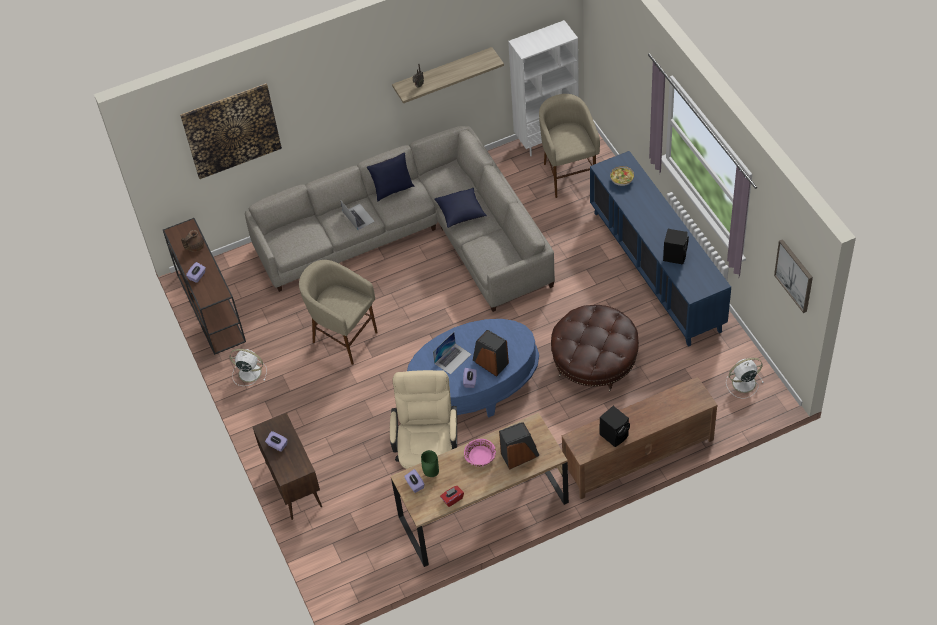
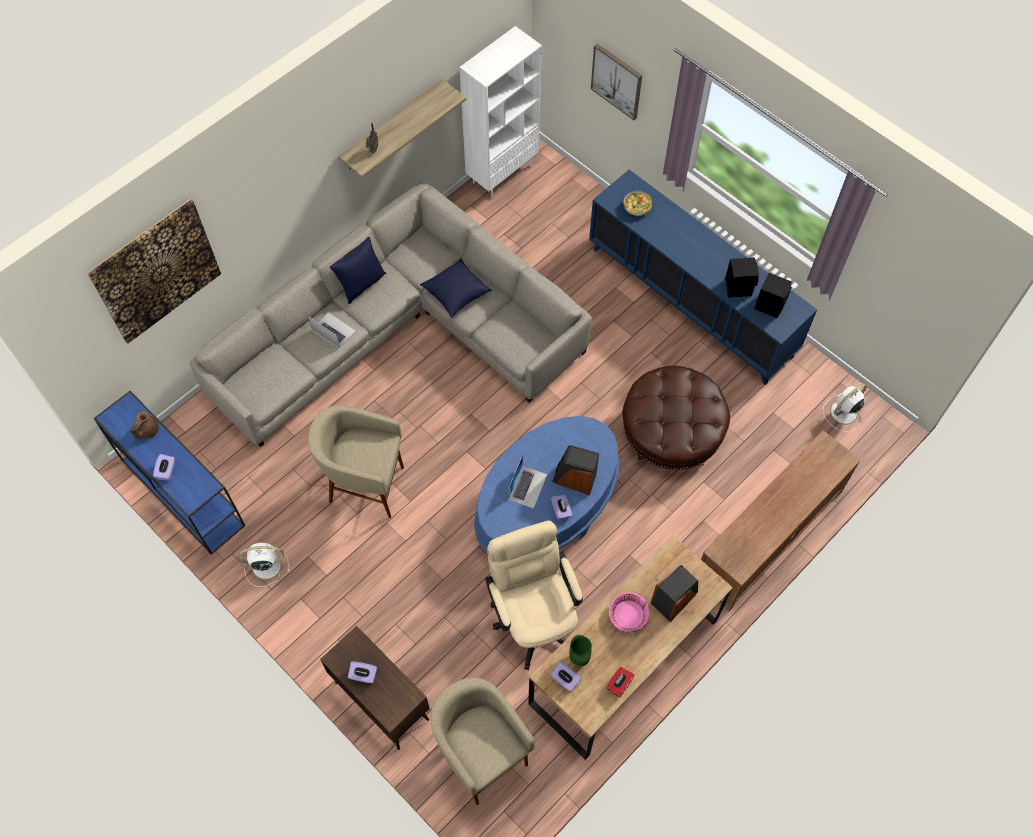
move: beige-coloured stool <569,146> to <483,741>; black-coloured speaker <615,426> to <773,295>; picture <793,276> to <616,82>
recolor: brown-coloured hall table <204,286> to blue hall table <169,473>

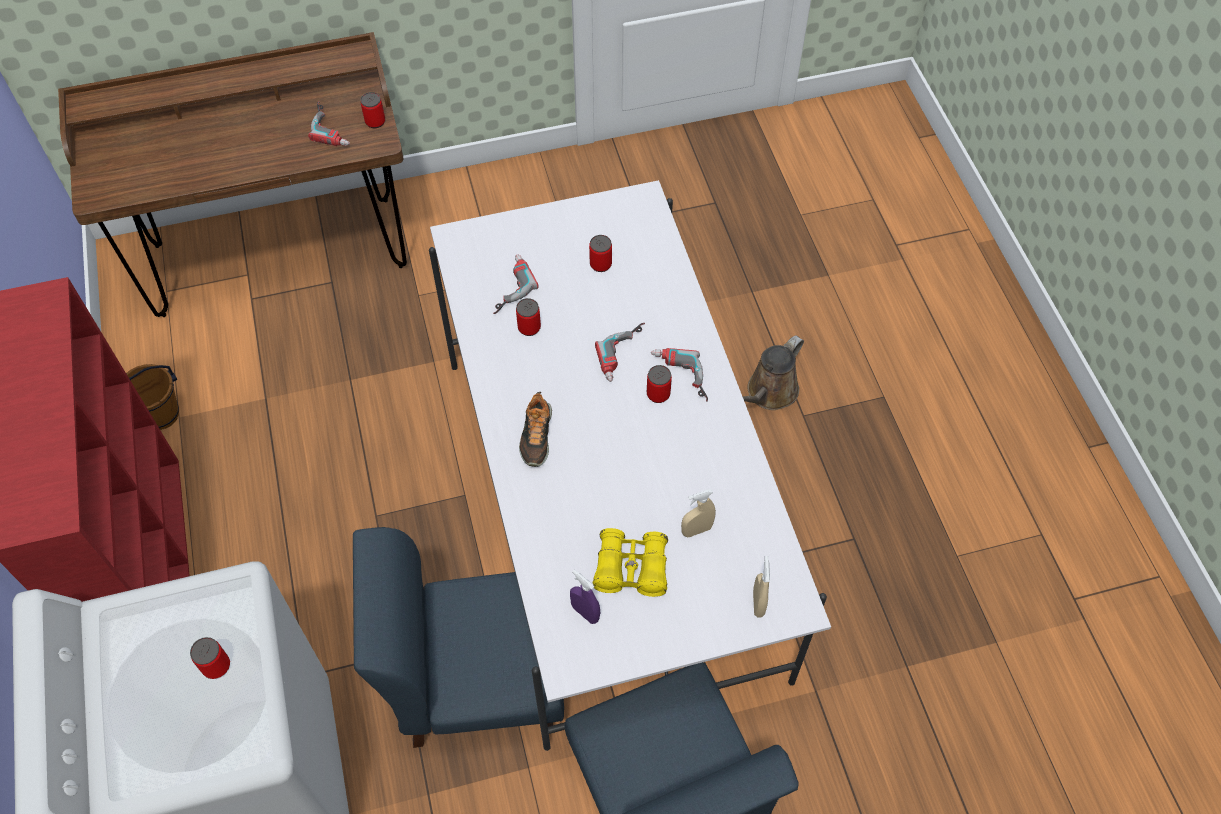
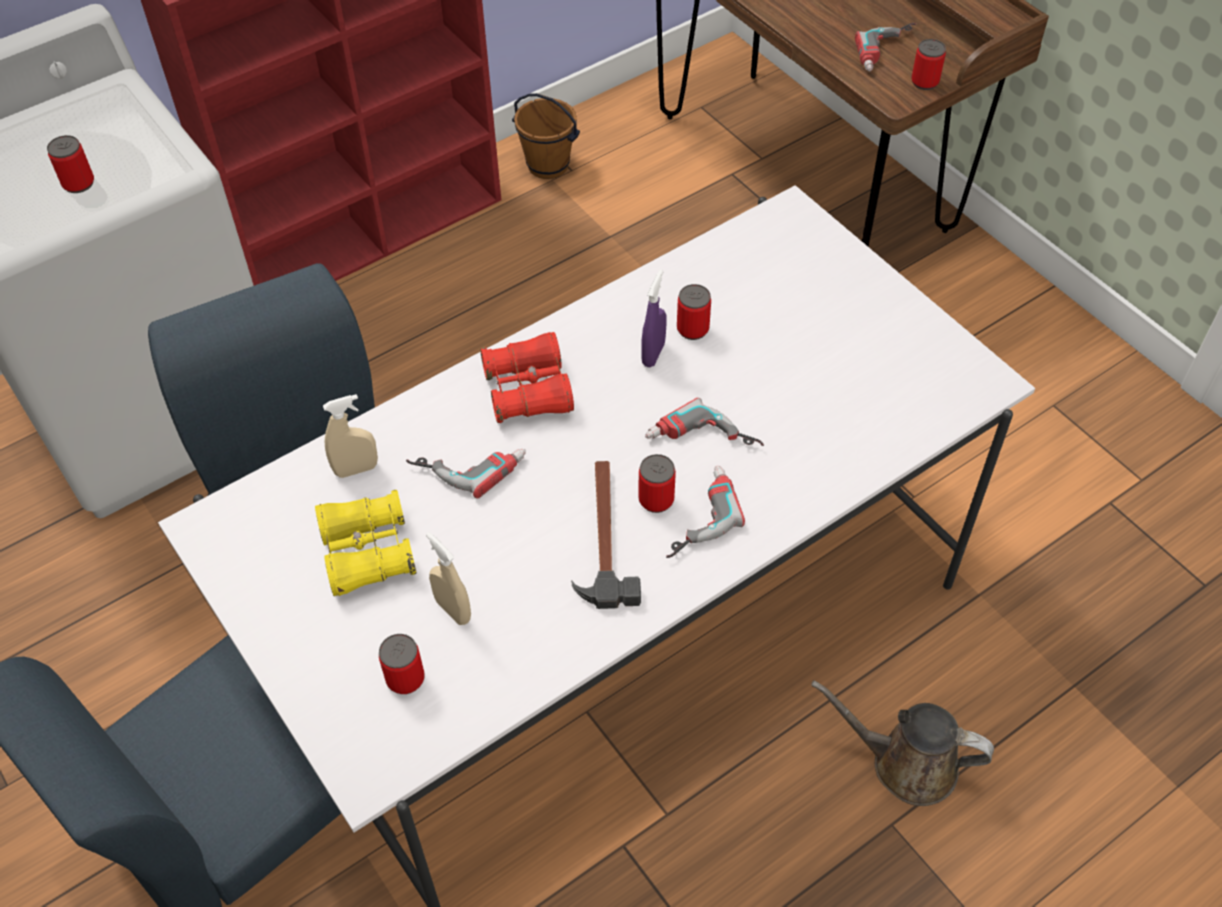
insert: tool hammer <606,535>
move: drill <515,284> to <466,474>; purple sprayer <585,596> to <653,318>; metal can <600,253> to <402,664>; beige-coloured sprayer <761,587> to <350,436>
replace: low shoe <535,429> to red pair of binoculars <527,377>

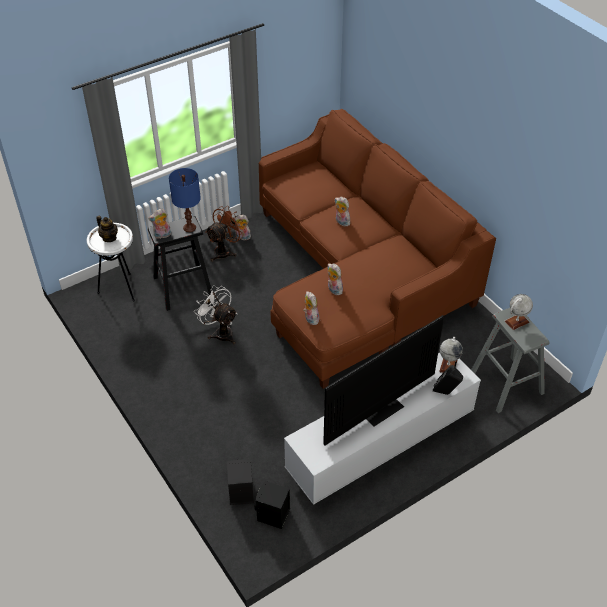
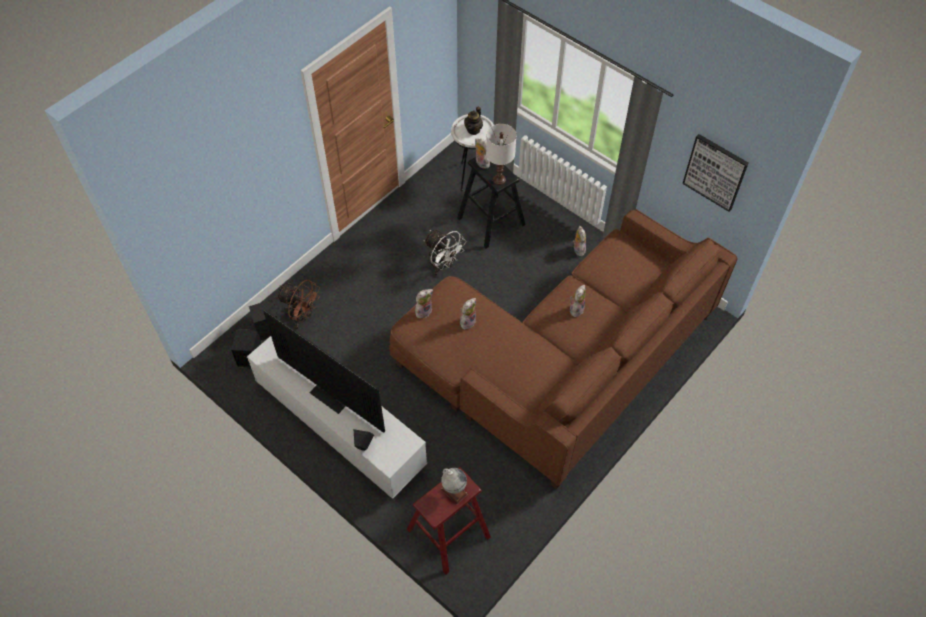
delete: globe <451,355>
insert: picture <715,173>
move: brown-coloured cooling fan <225,234> to <298,304>
recolor: blue lamp for a table <185,200> to white-coloured lamp for a table <501,154>; greyish stool <510,360> to red stool <449,520>
rotate: white-coloured cooling fan <215,314> = <445,253> 105 degrees clockwise

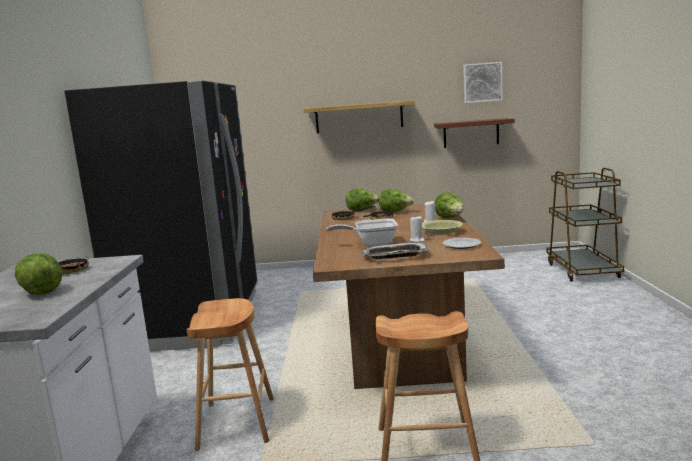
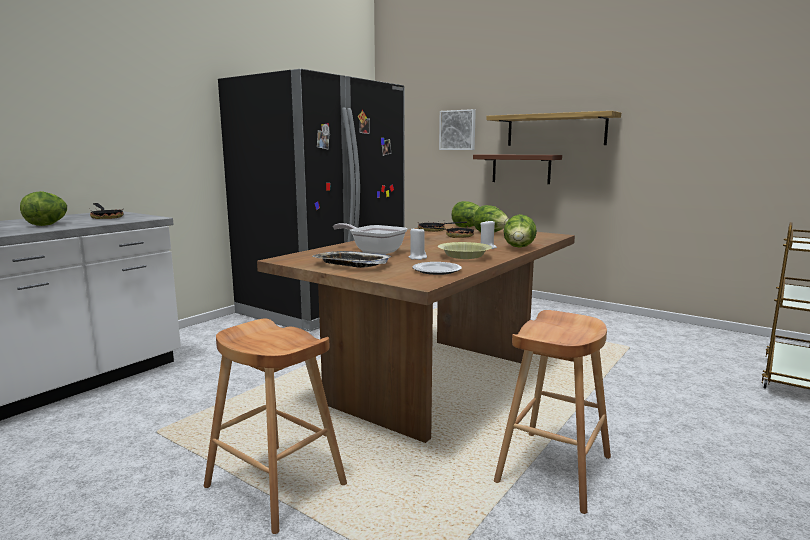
move: brown-coloured stool <230,374> to <552,412>; brown-coloured wall shelf <474,133> to <517,169>; picture <483,82> to <457,129>

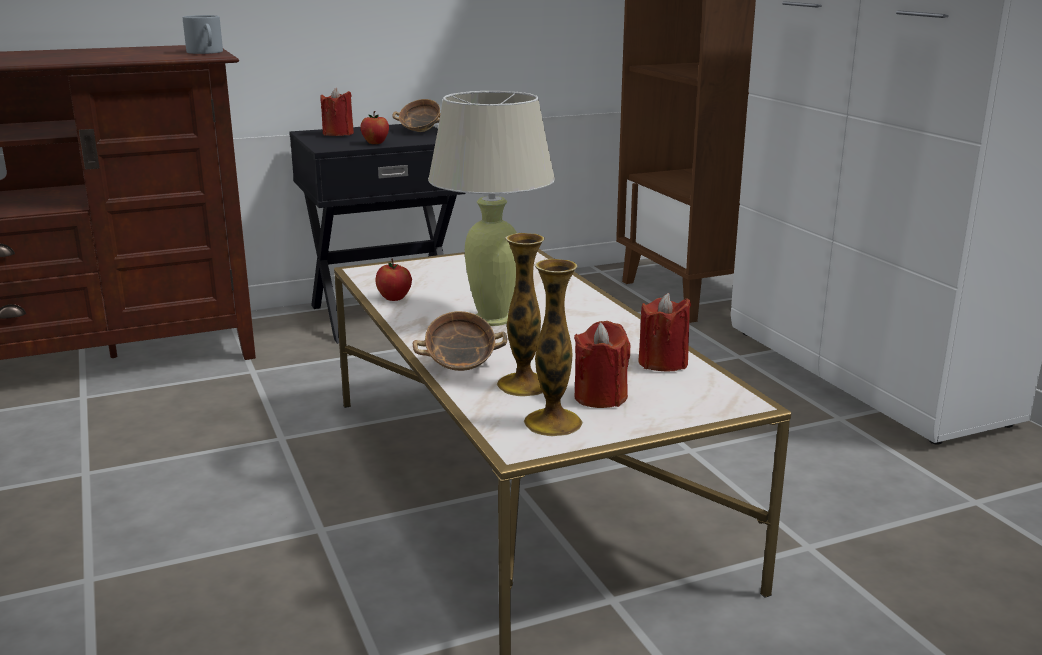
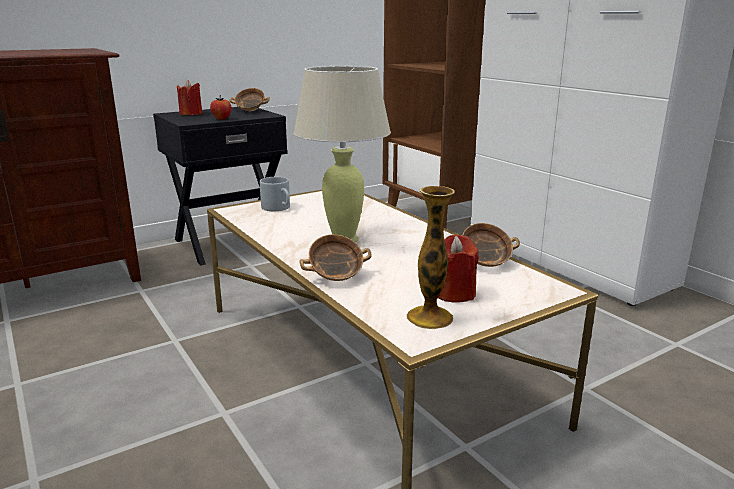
delete: whole apple <394,280>; decorative vase <521,315>
move: greyish tea mug <203,34> to <275,194>
replace: red wax candle <664,332> to serving bowl <491,245>

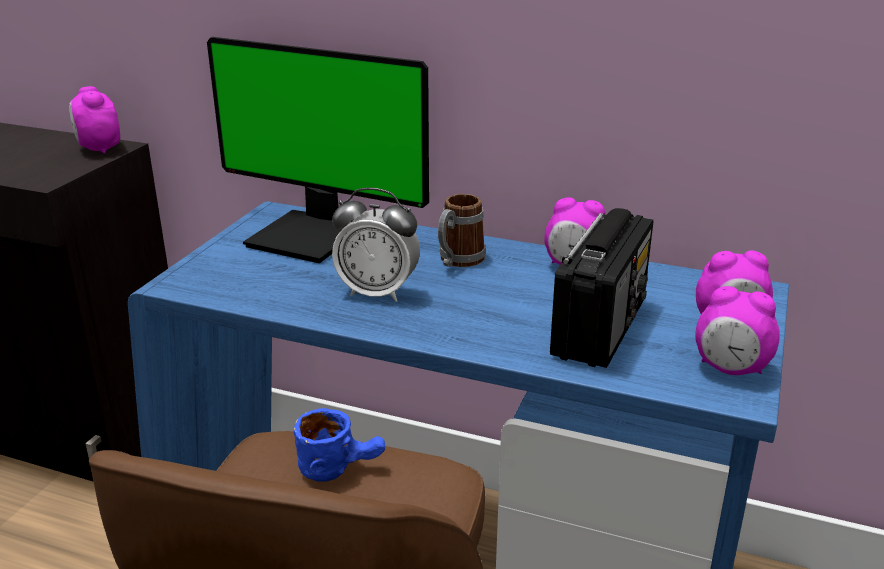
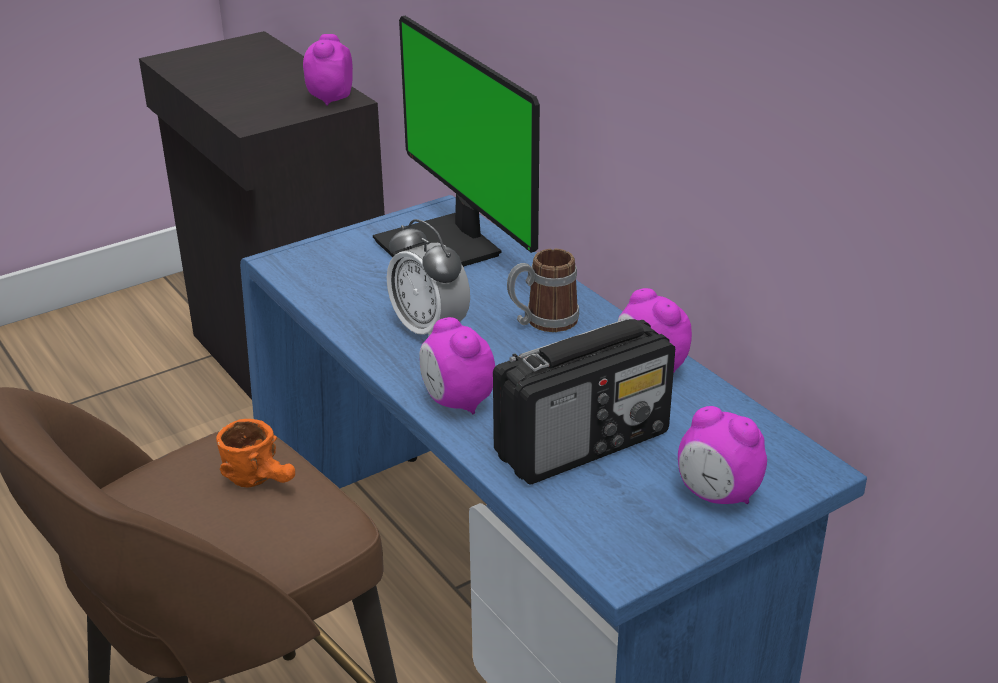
move: alarm clock <737,330> to <457,365>
recolor: blue tea mug <339,445> to orange-coloured tea mug <255,453>

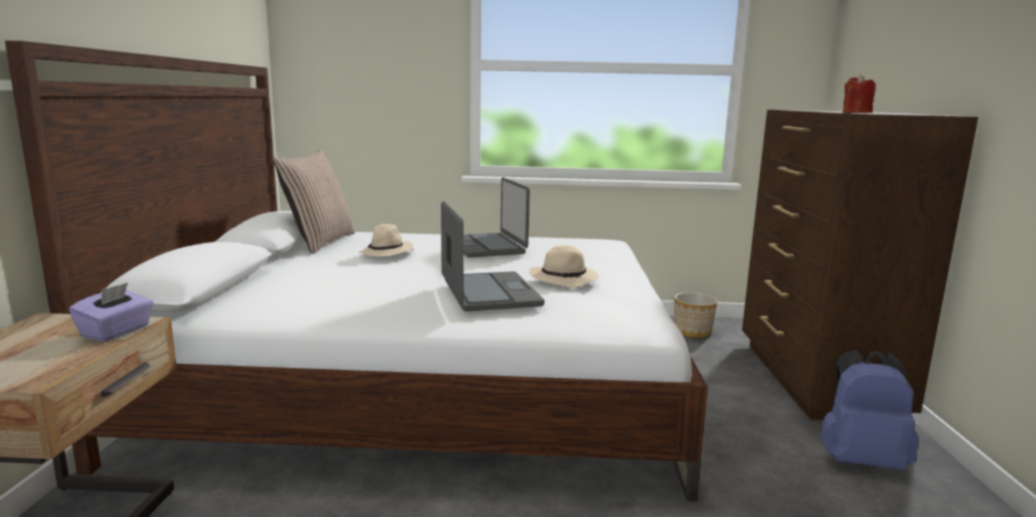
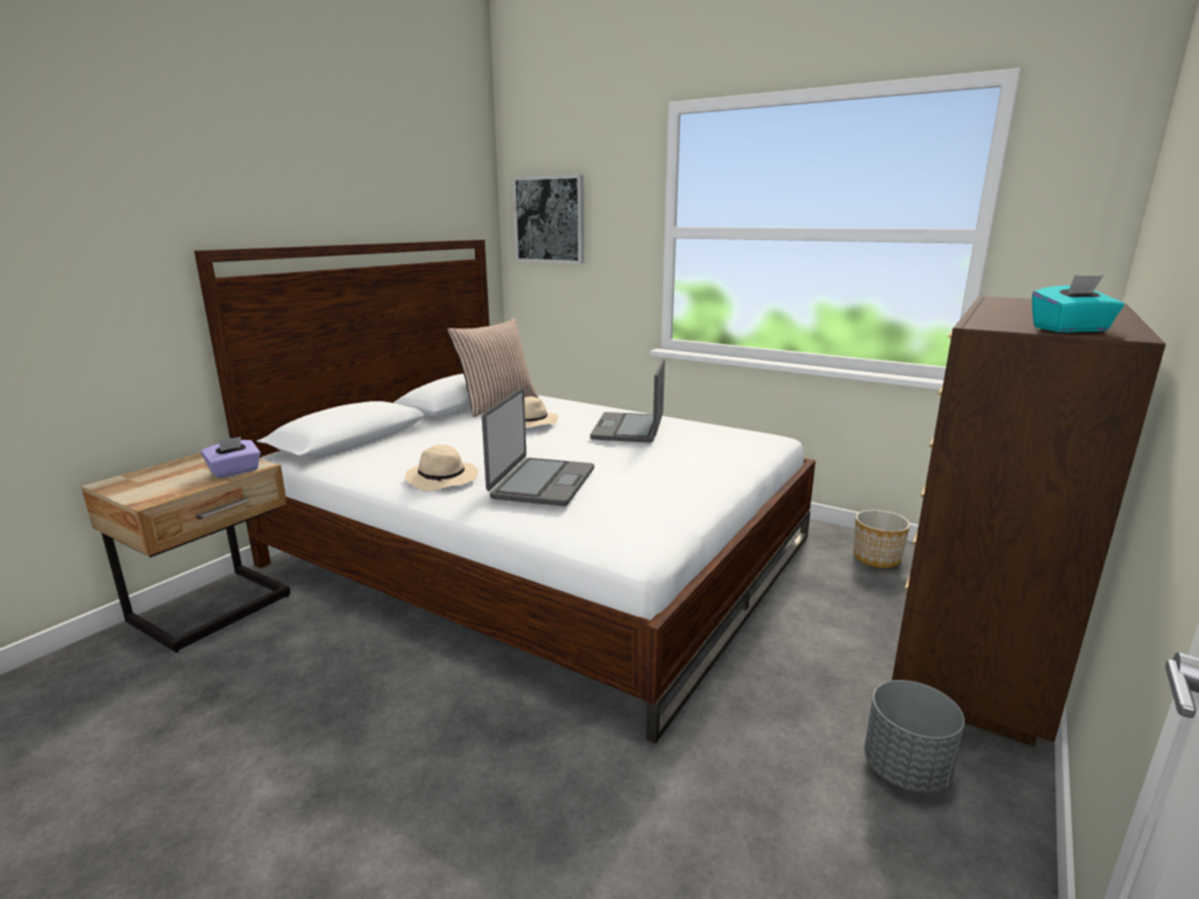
delete: red wax candle <859,93>
insert: picture <548,219>; blue-green box of tissues <1078,304>
move: beige-coloured wearable hat <564,266> to <441,468>
replace: blue backpack <869,410> to greyish planter <914,736>

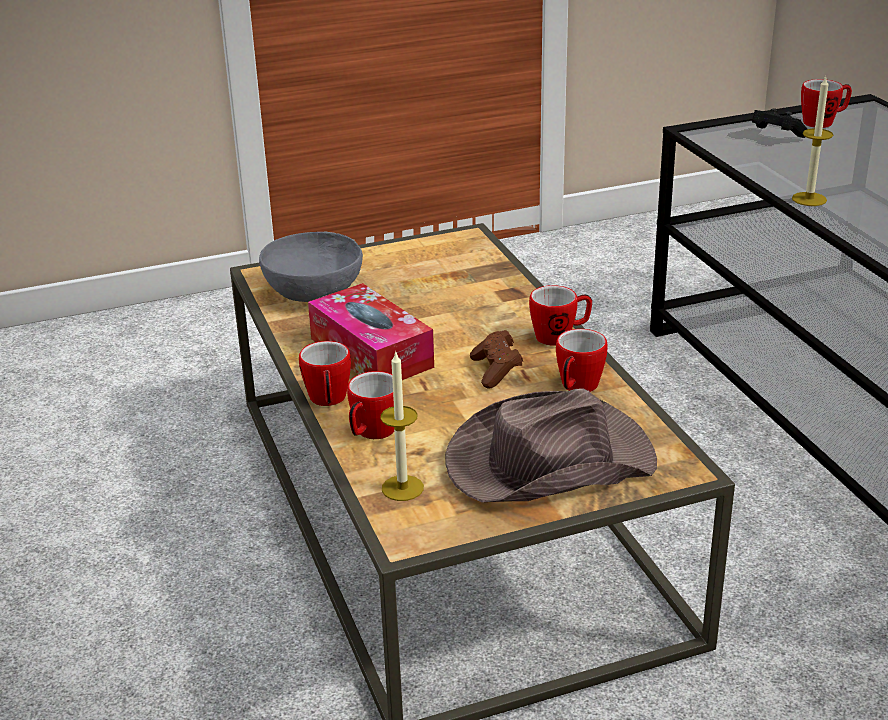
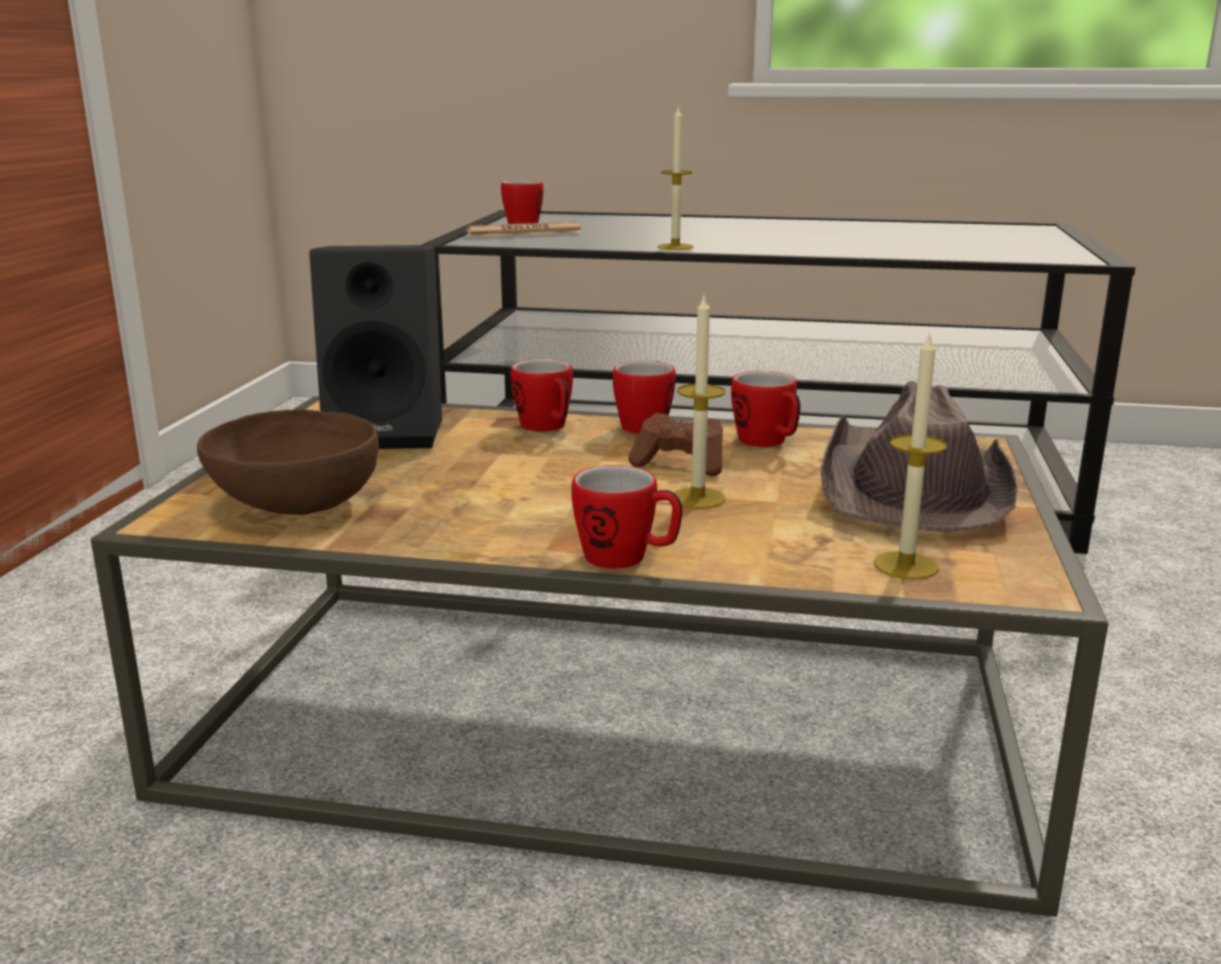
delete: box of tissues <371,331>
insert: black-coloured speaker <375,347>; wax candle <699,402>
move: tea mug <370,405> to <542,395>
replace: black-coloured game controller <779,123> to daily paper <524,229>
recolor: greyish serving bowl <311,267> to brown-coloured serving bowl <288,462>

